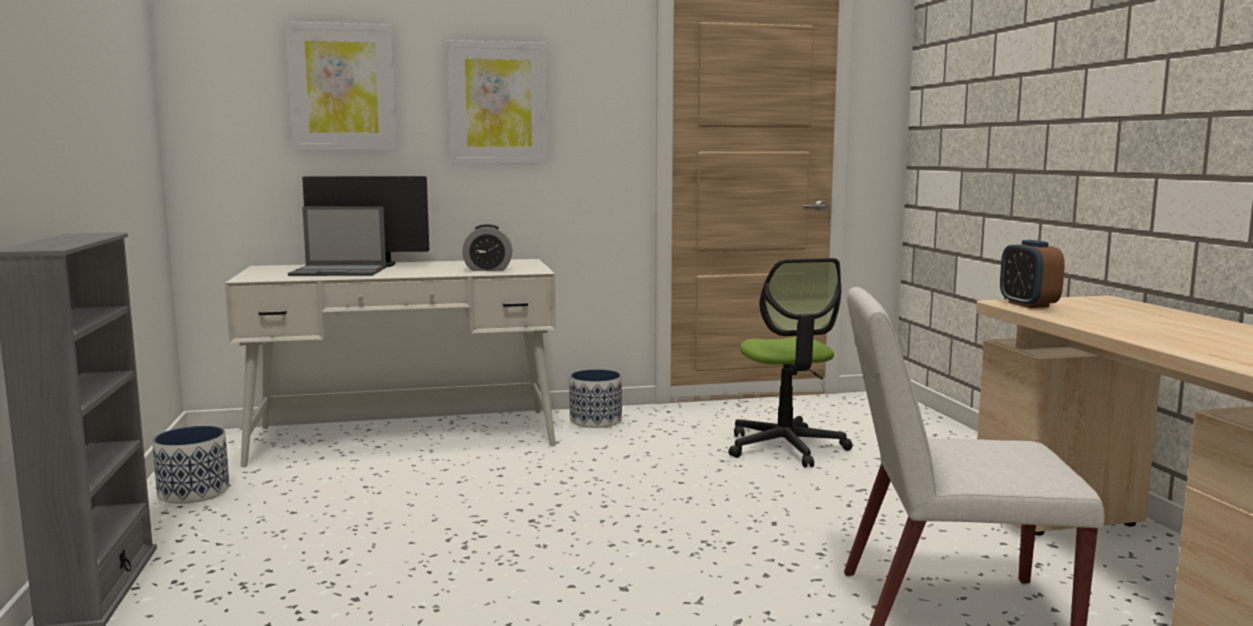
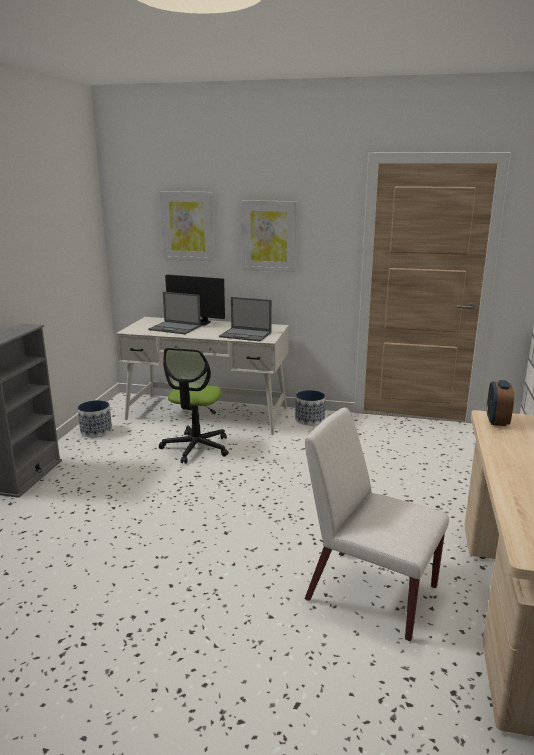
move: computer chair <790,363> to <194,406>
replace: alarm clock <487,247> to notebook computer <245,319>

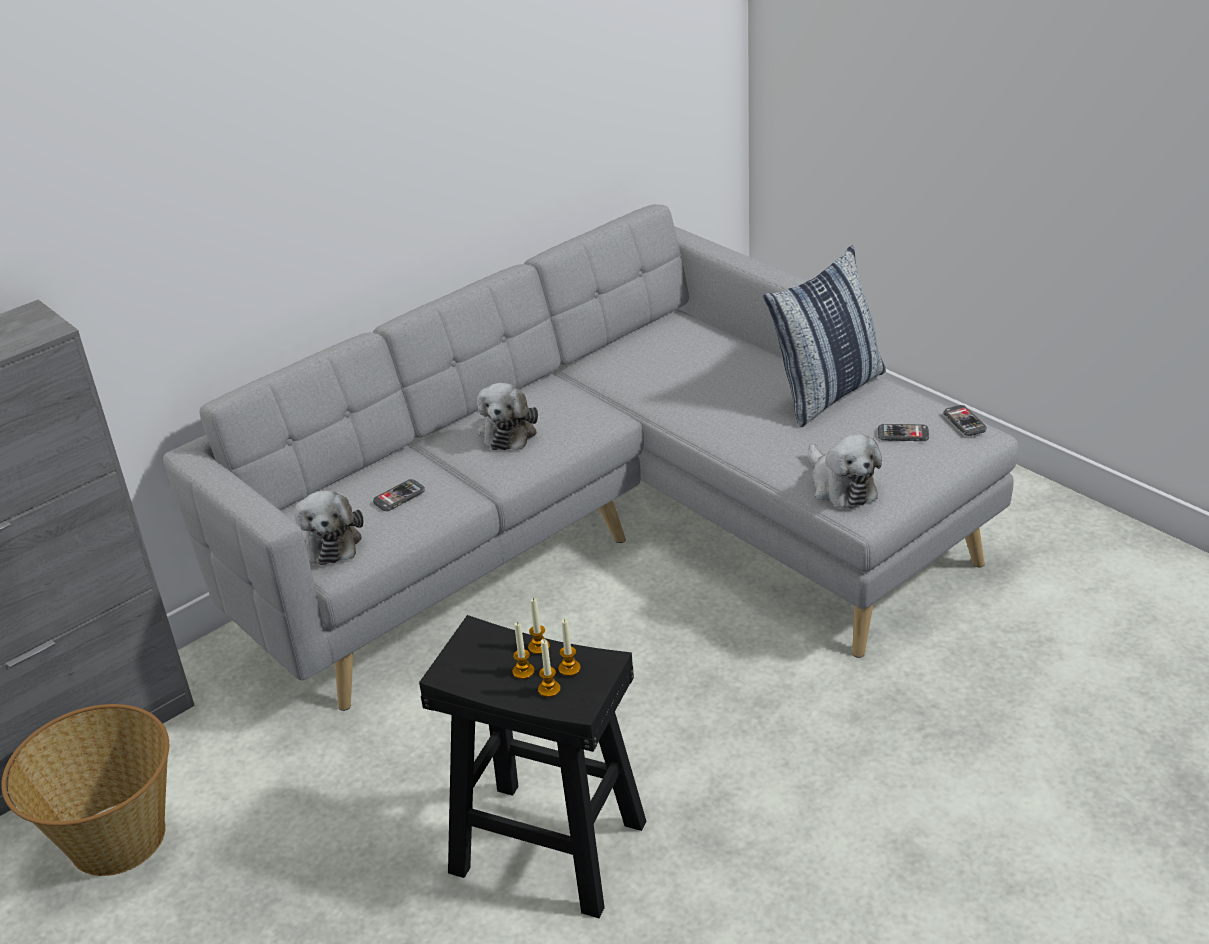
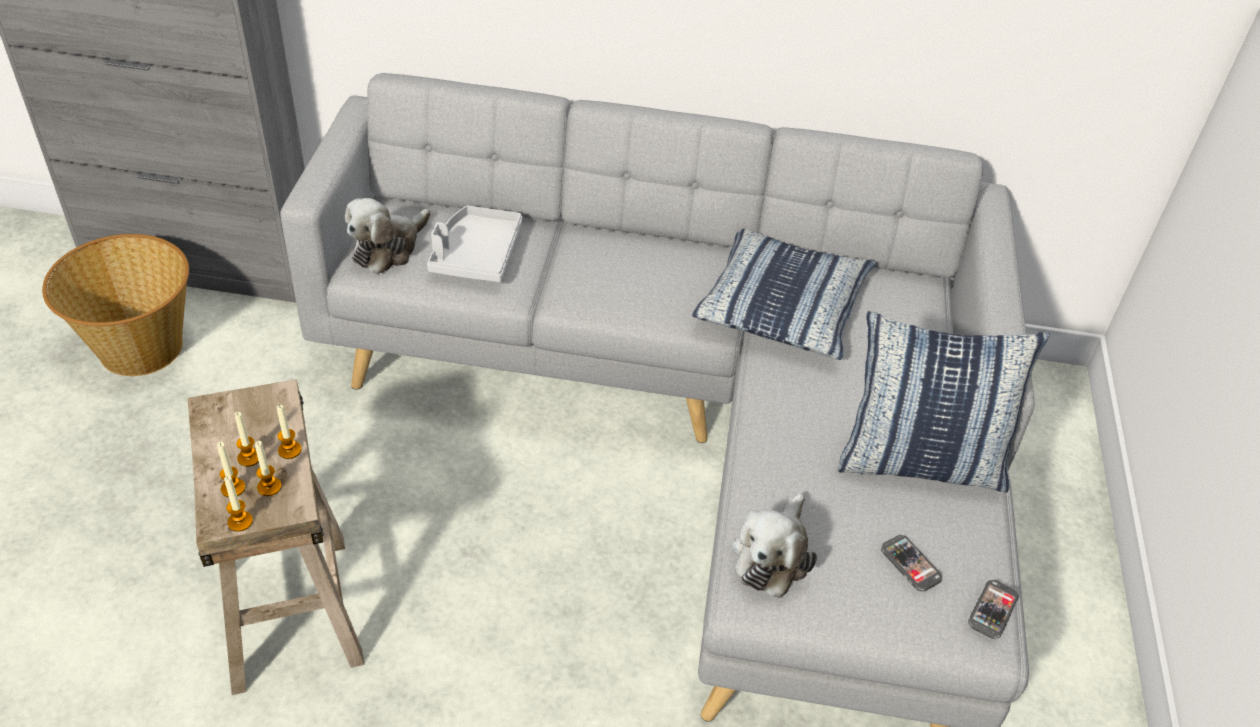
delete: plush toy <507,416>
insert: wax candle <238,504>; throw pillow <784,294>
replace: handset <399,495> to greyish tray <475,244>
recolor: black-coloured stool <532,766> to beige-coloured stool <276,537>

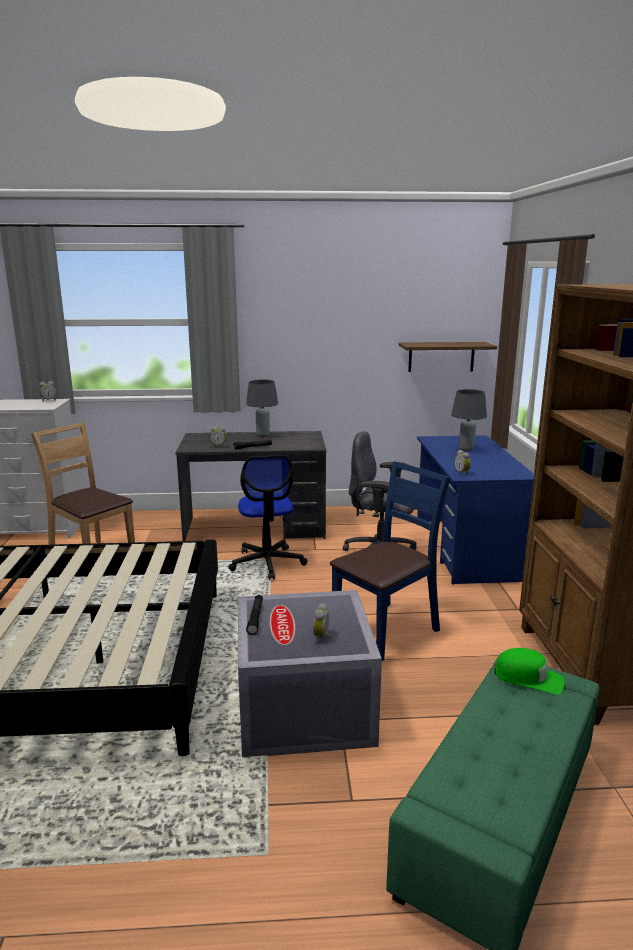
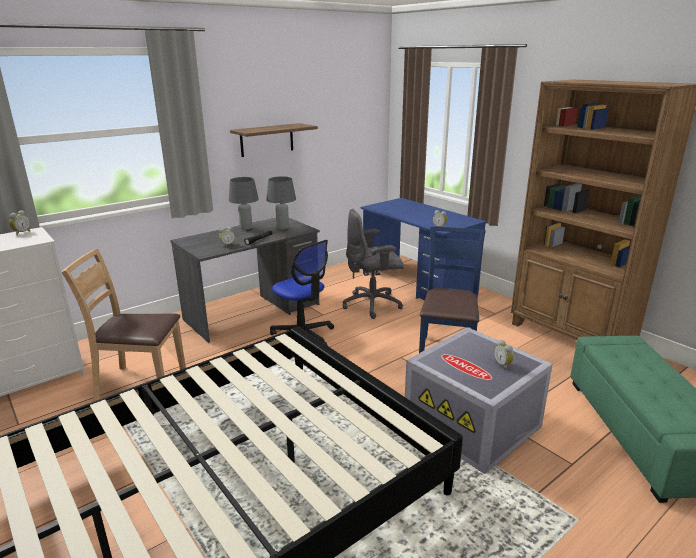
delete: black-coloured torch <254,615>; greenish cap <529,671>
move: wall shelf <448,357> to <274,140>; greyish lamp for a table <469,420> to <281,203>

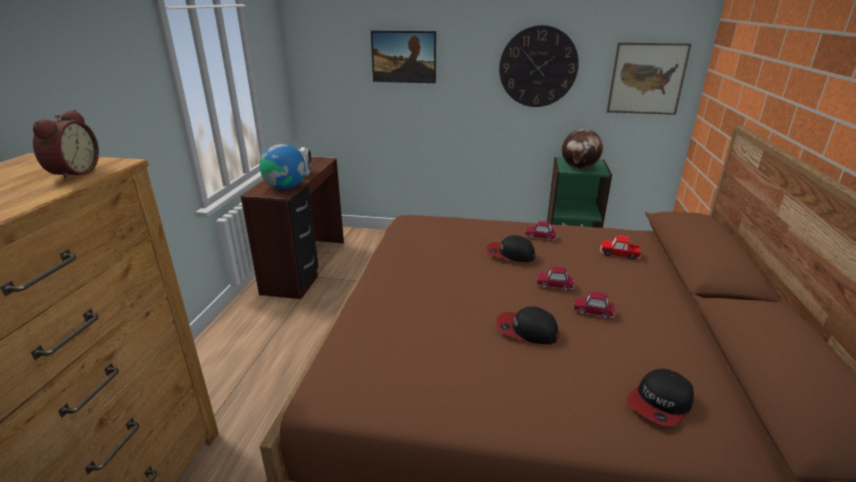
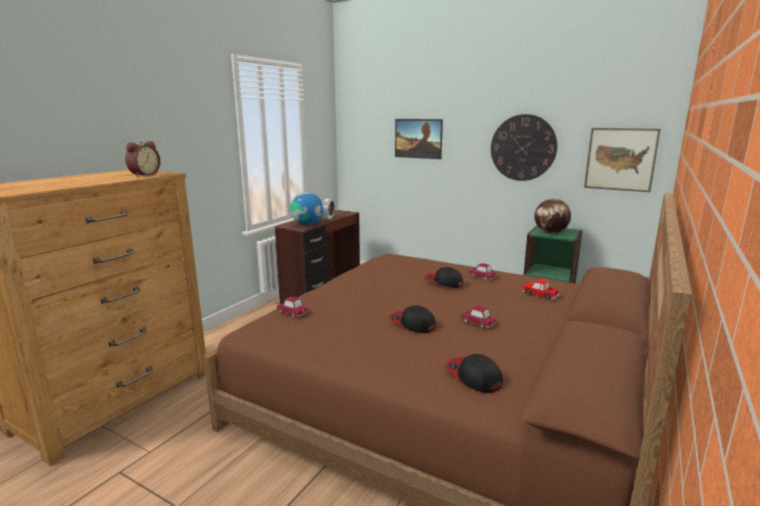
move: model car <555,279> to <292,307>
rotate: cap <660,397> = <474,373> 75 degrees clockwise

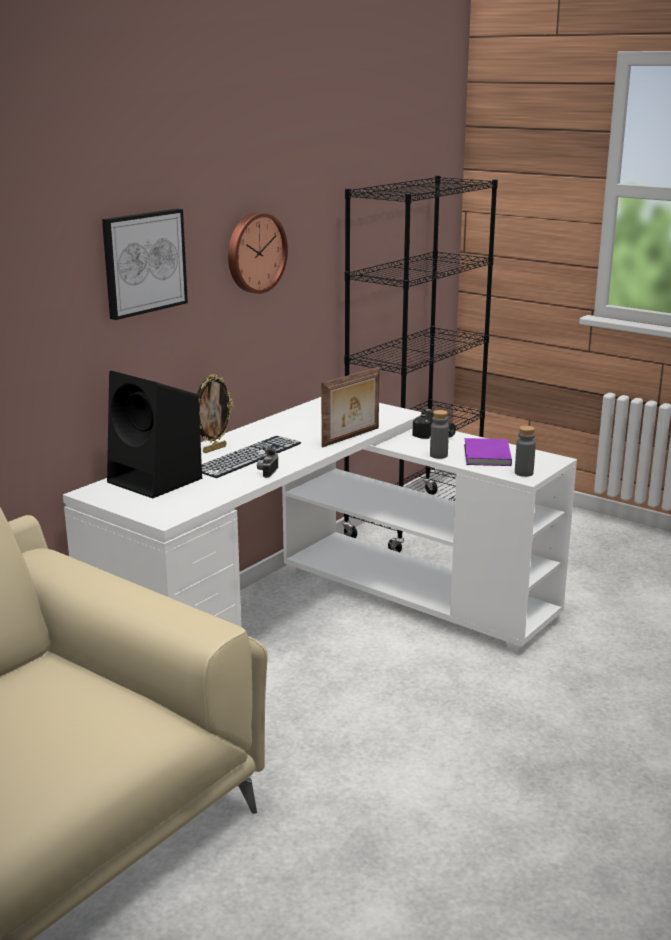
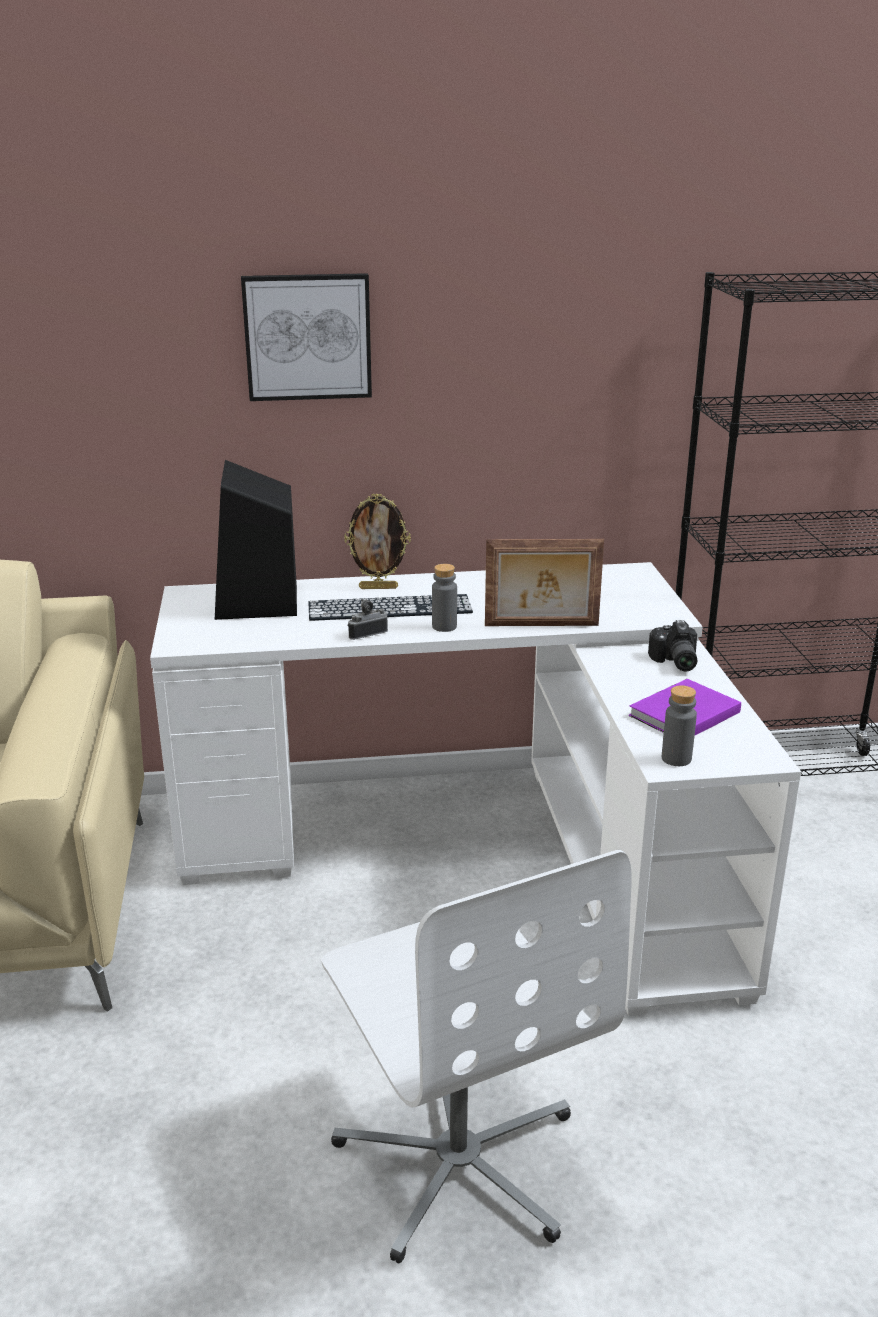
delete: wall clock <258,253>
insert: white-coloured computer chair <476,1056>
move: greyish beverage bottle <439,434> to <444,598>

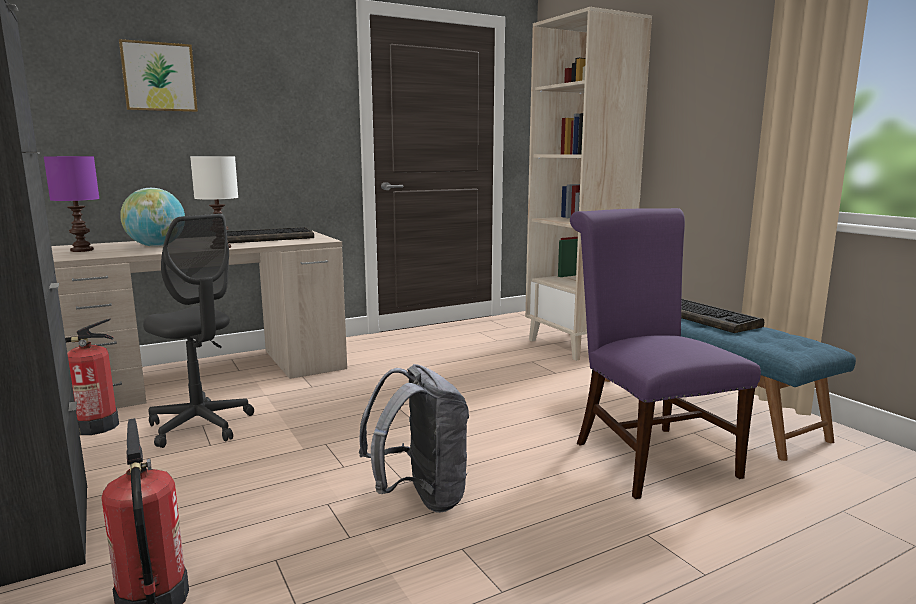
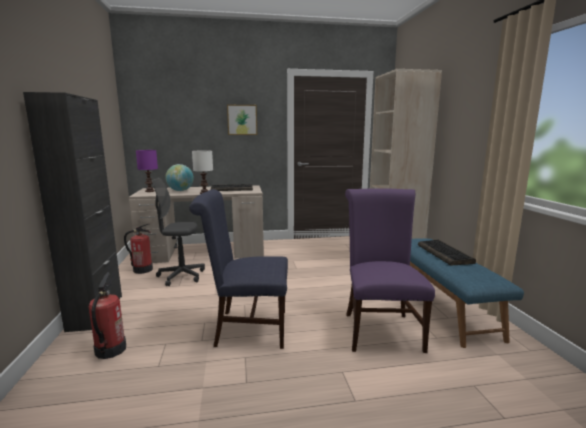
move: picture <158,75> to <242,120>
replace: greyish backpack <414,438> to blue plain chair <238,269>
rotate: greyish computer chair <198,331> = <178,232> 120 degrees clockwise

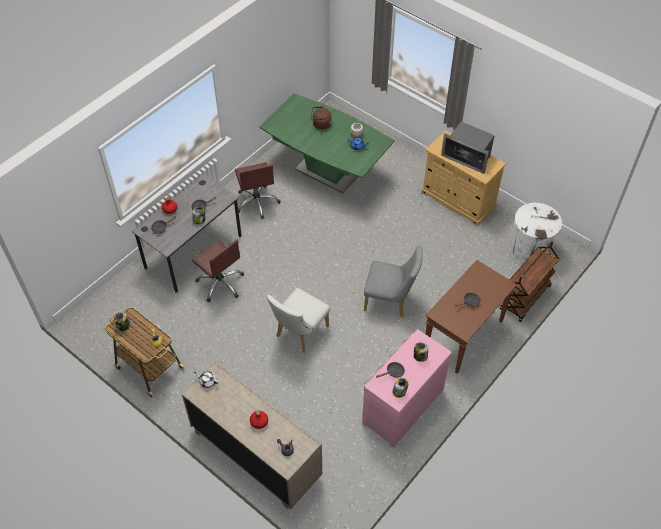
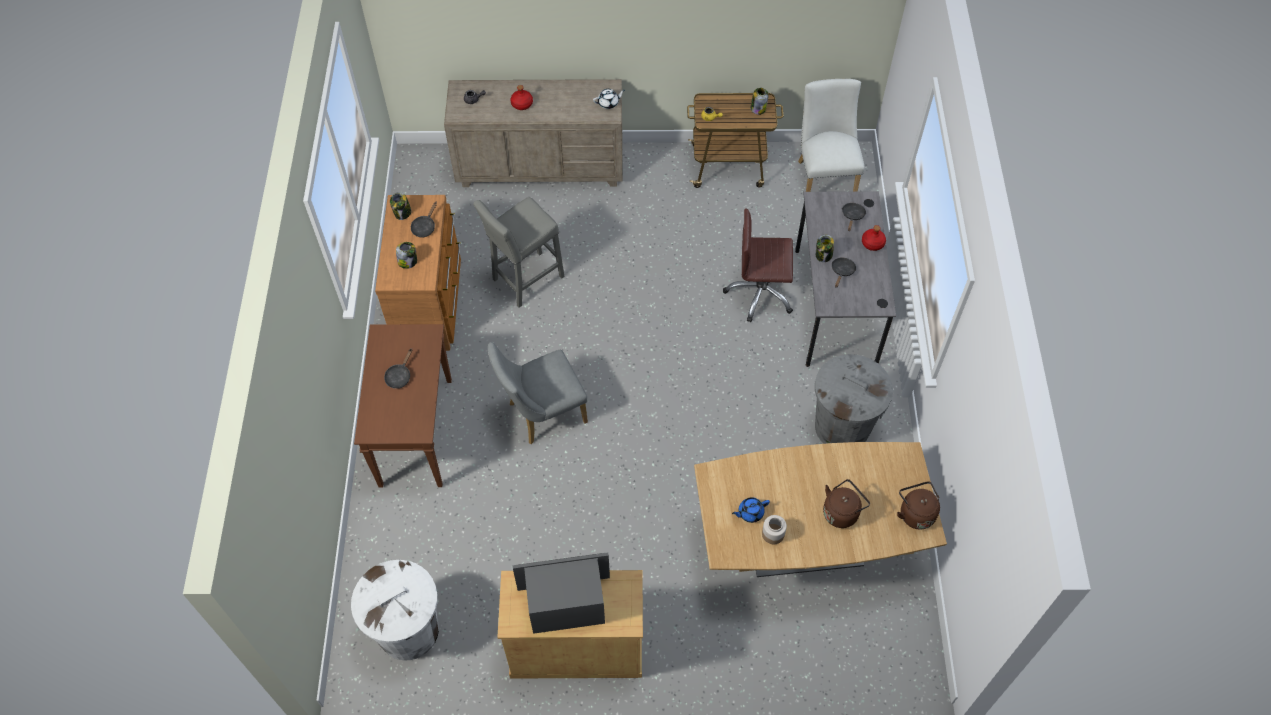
delete: brown-coloured trolley <530,281>
insert: greyish stool <519,252>; brown-coloured kettle <918,505>
move: white-coloured plain chair <298,320> to <831,135>
replace: brown-coloured computer chair <258,190> to greyish trash can <854,399>
recolor: greenish dining table <327,143> to brown-coloured dining table <820,509>; pink chest of drawers <407,388> to brown-coloured chest of drawers <418,273>

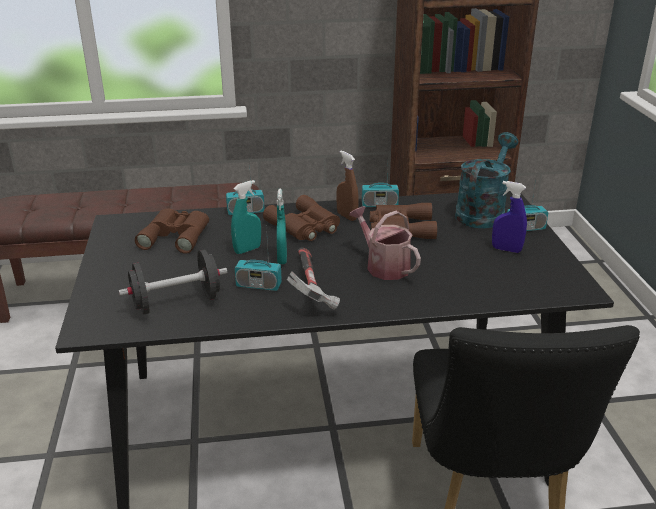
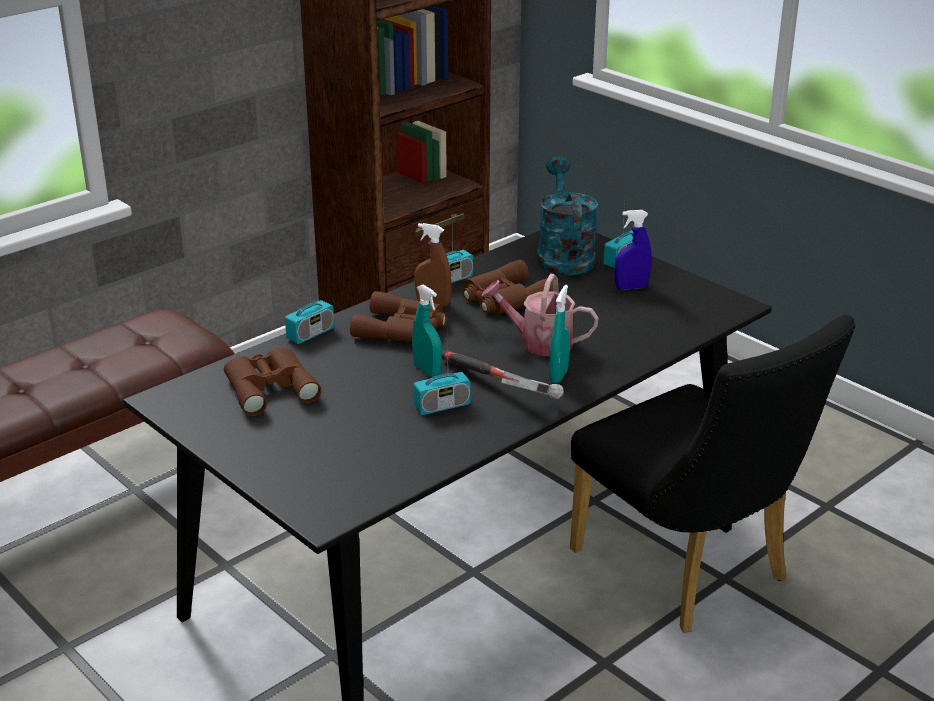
delete: black-coloured dumbbell <173,282>
move: blue-green sprayer <246,217> to <559,334>

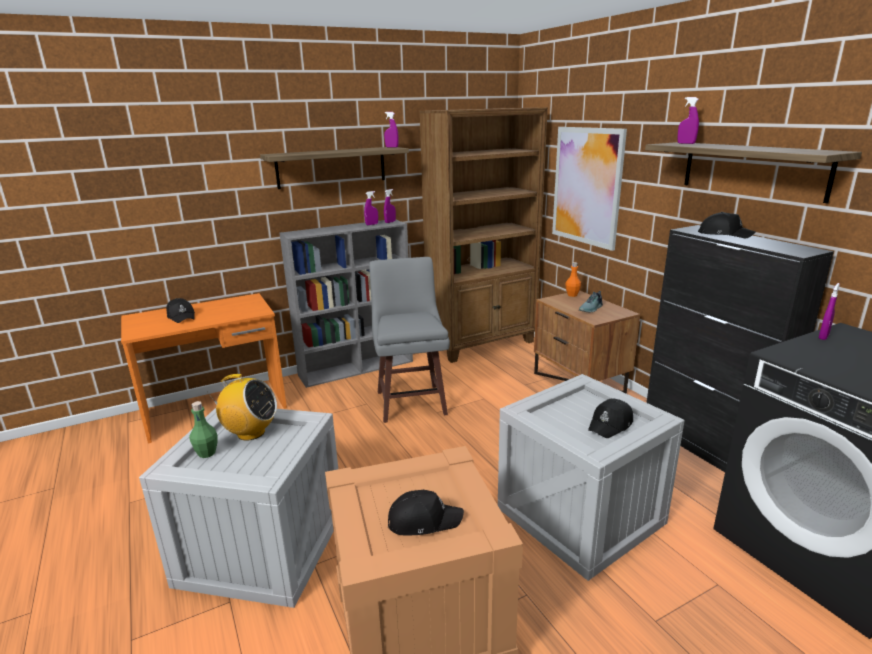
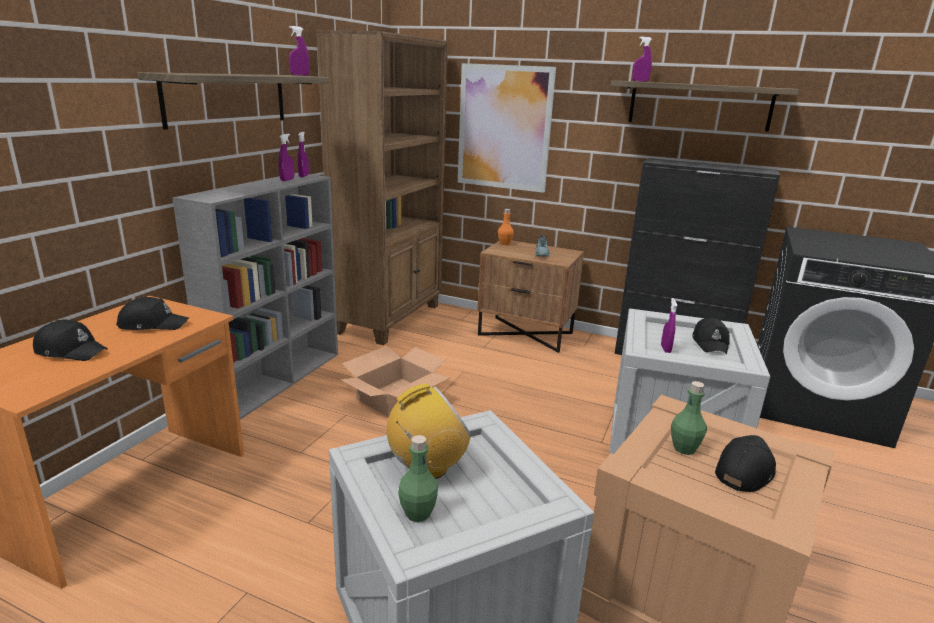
insert: greenish beverage bottle <689,418>
move: black-coloured cap <727,225> to <152,313>; purple sprayer <829,311> to <669,325>
replace: greyish stool <409,340> to cardboard box <394,381>

